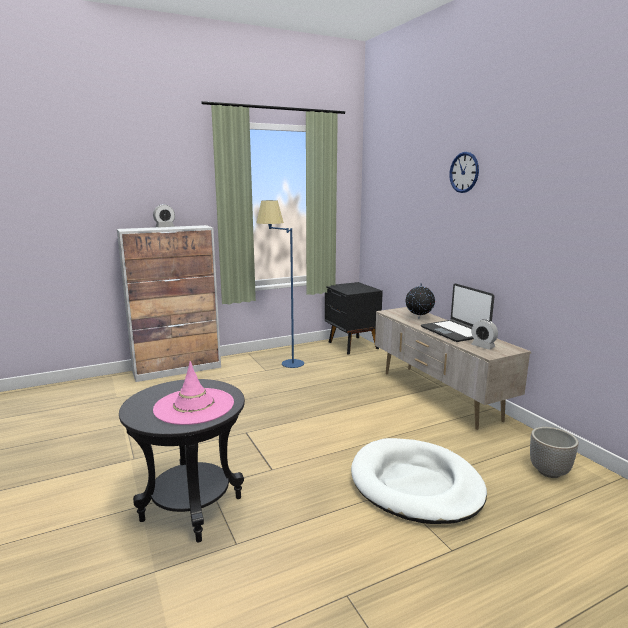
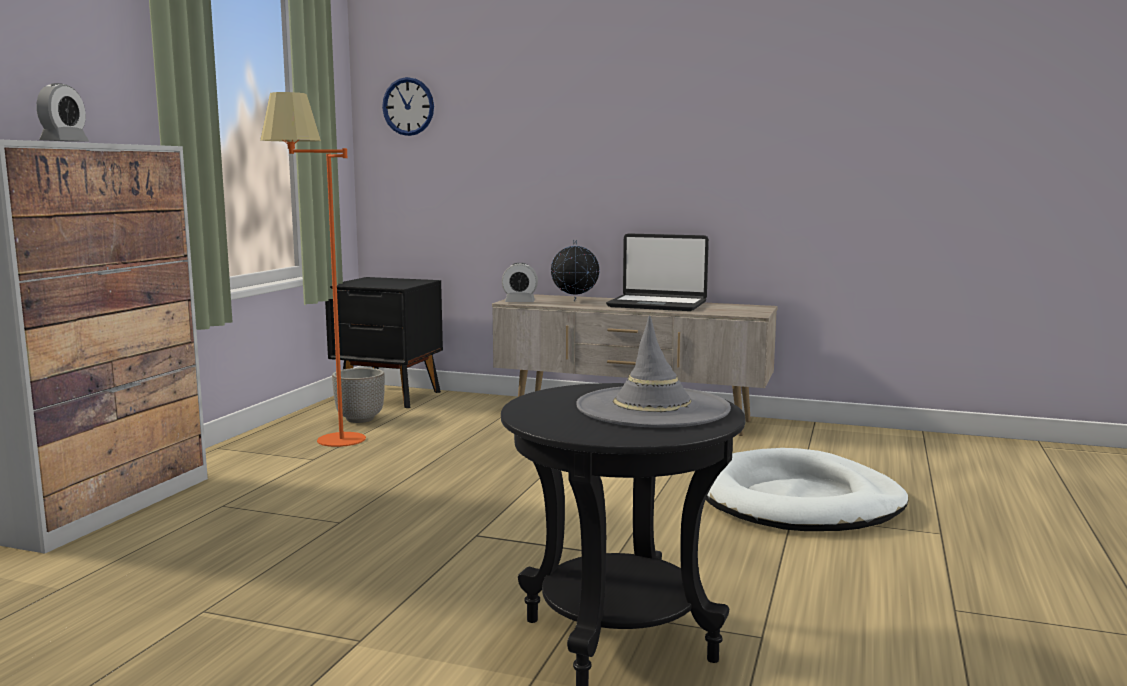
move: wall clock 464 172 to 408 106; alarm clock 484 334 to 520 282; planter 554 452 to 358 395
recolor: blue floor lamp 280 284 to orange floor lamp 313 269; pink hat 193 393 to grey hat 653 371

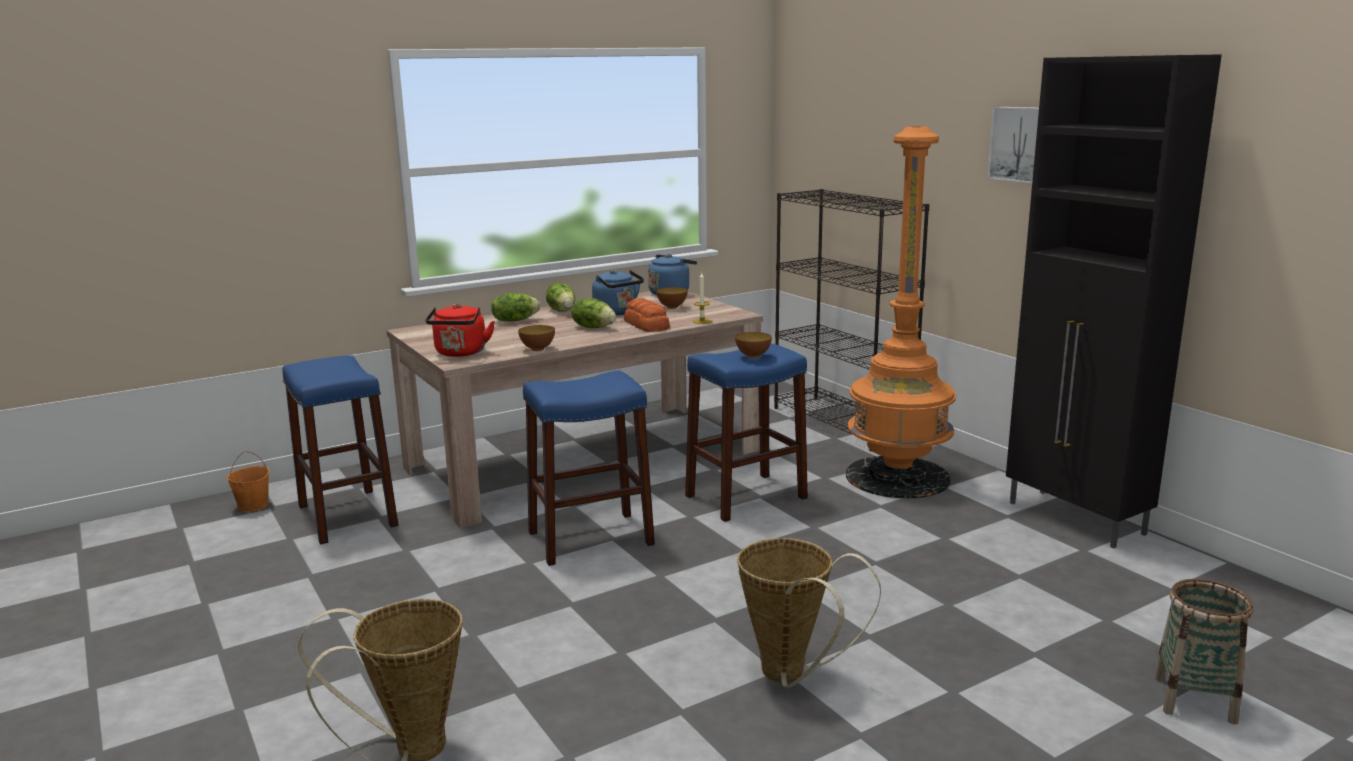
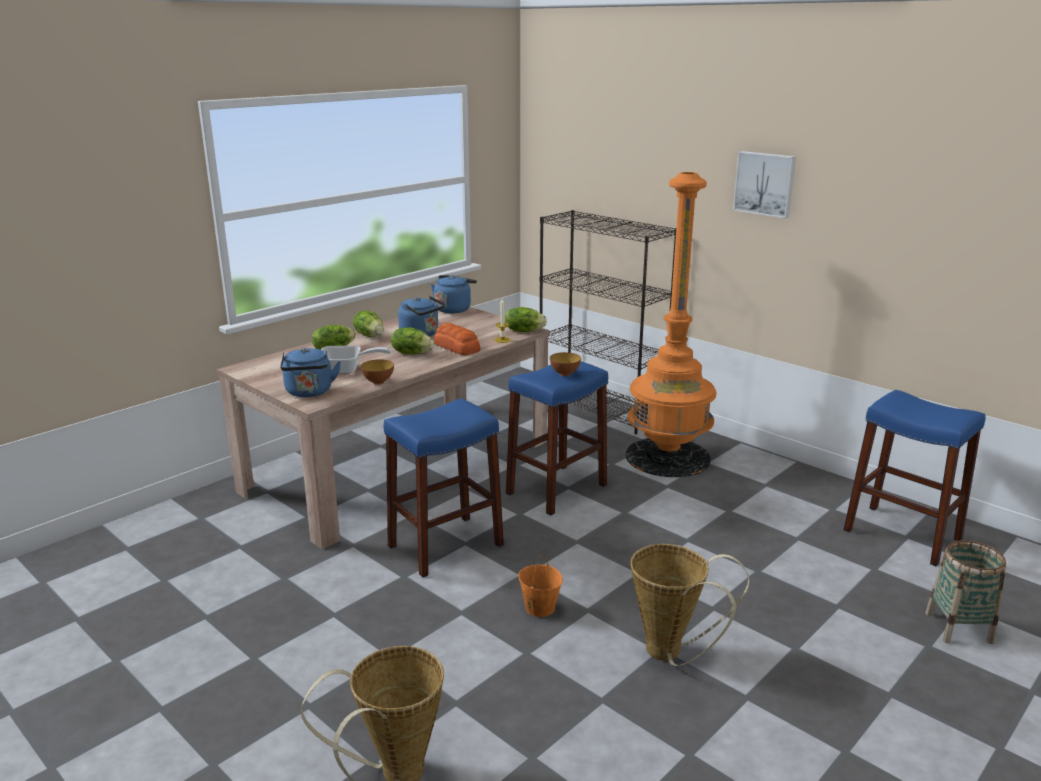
delete: black cabinet 1114 301; bowl 672 298
insert: lettuce 526 319; frying pan 356 360
move: blue stool 340 449 to 914 478; orange bucket 248 481 to 540 585
recolor: red kettle 460 330 to blue kettle 310 372

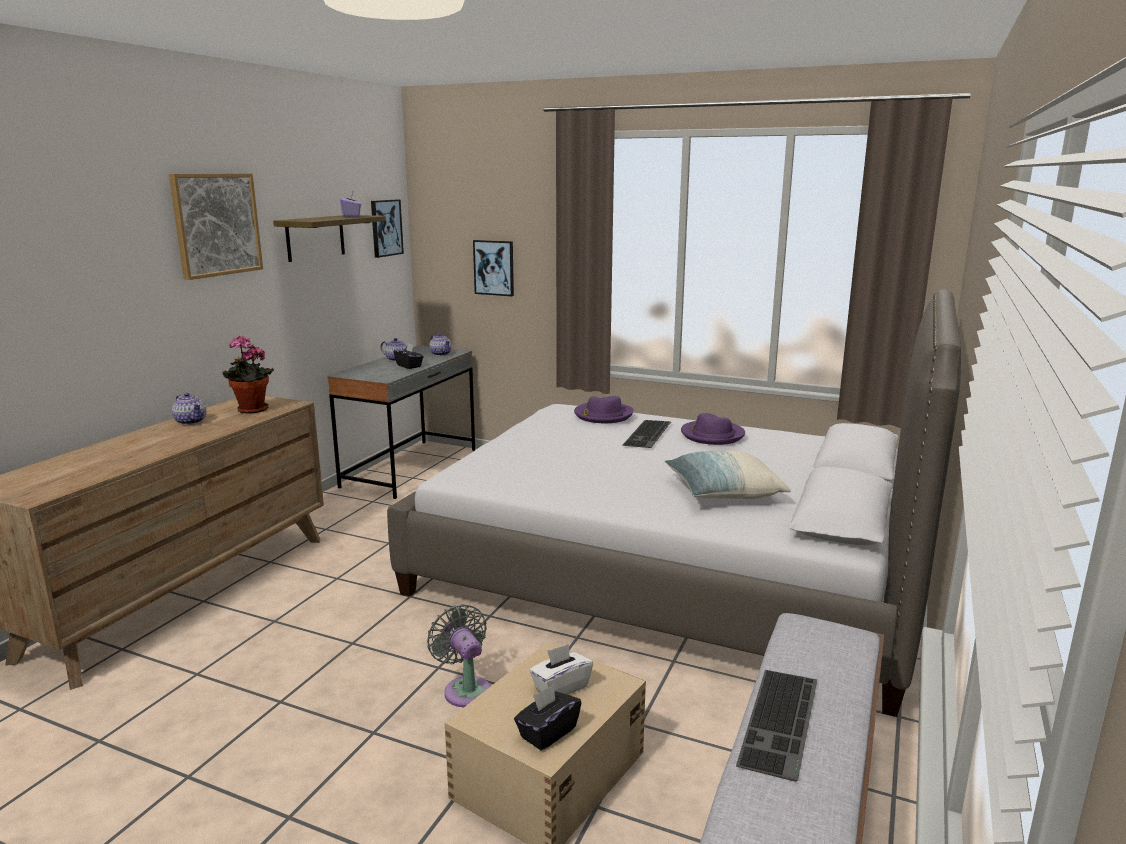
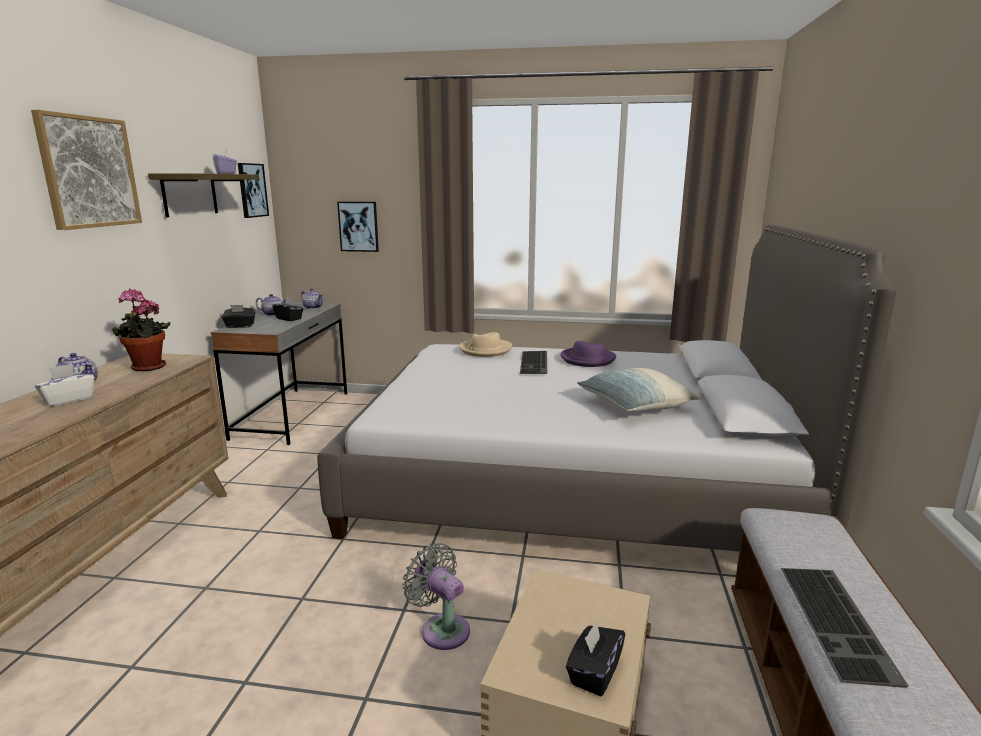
insert: black tissue box 238 316
move: white tissue box 561 669 to 65 385
recolor: purple hat 604 409 to beige hat 485 344

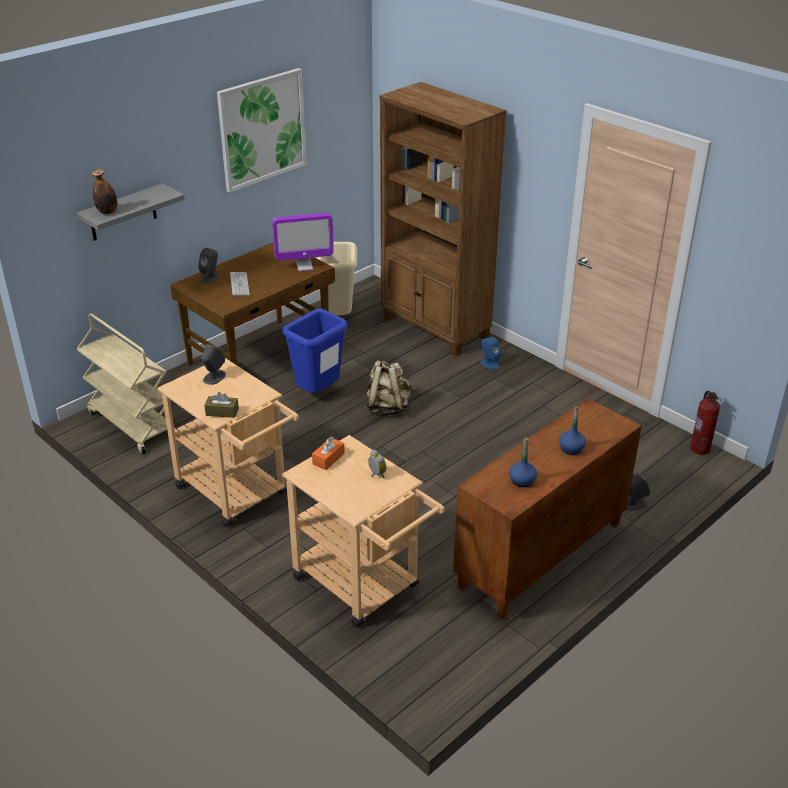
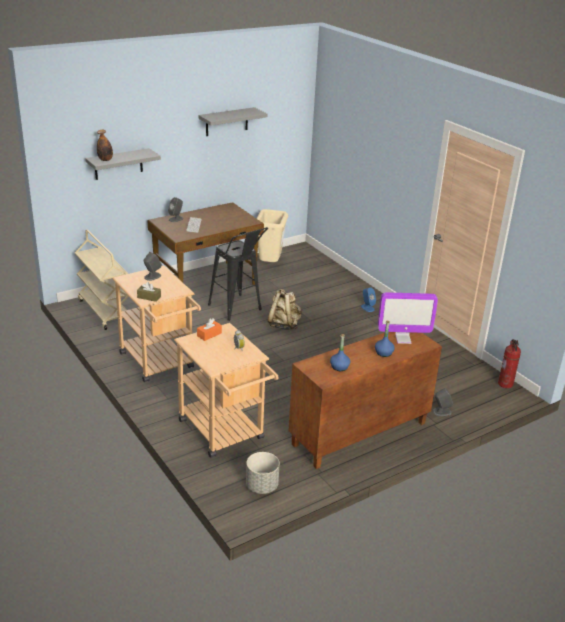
delete: brown bookcase 443 219
insert: grey planter 263 473
move: monitor 303 242 to 408 318
replace: picture 262 130 to grey shelf 233 121; blue trash can 314 350 to black stool 238 274

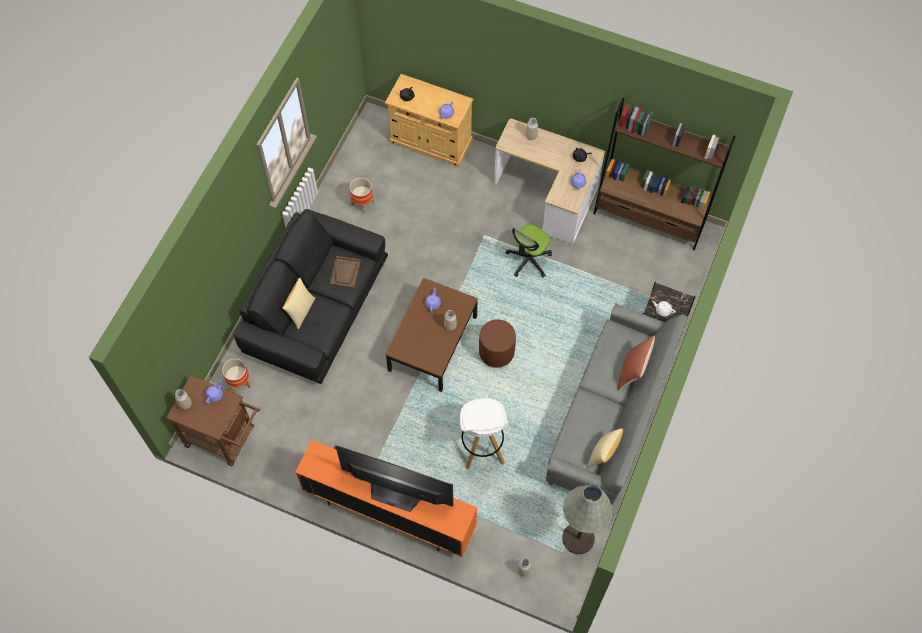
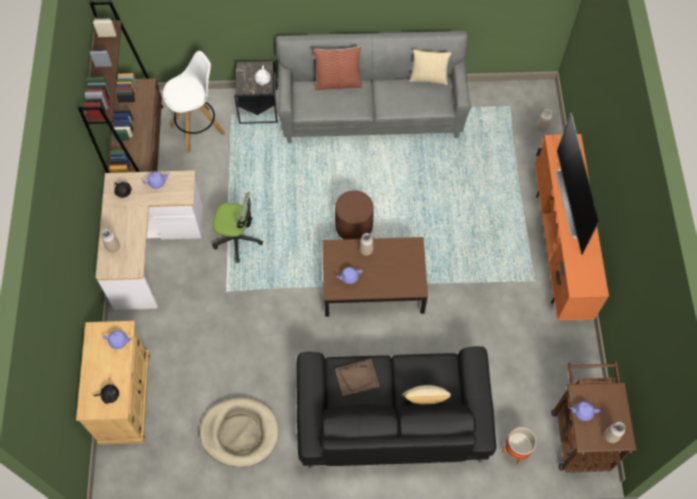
delete: grey floor lamp 587 519
move: white stool 484 433 to 194 102
replace: planter 361 196 to beige dog bed 239 432

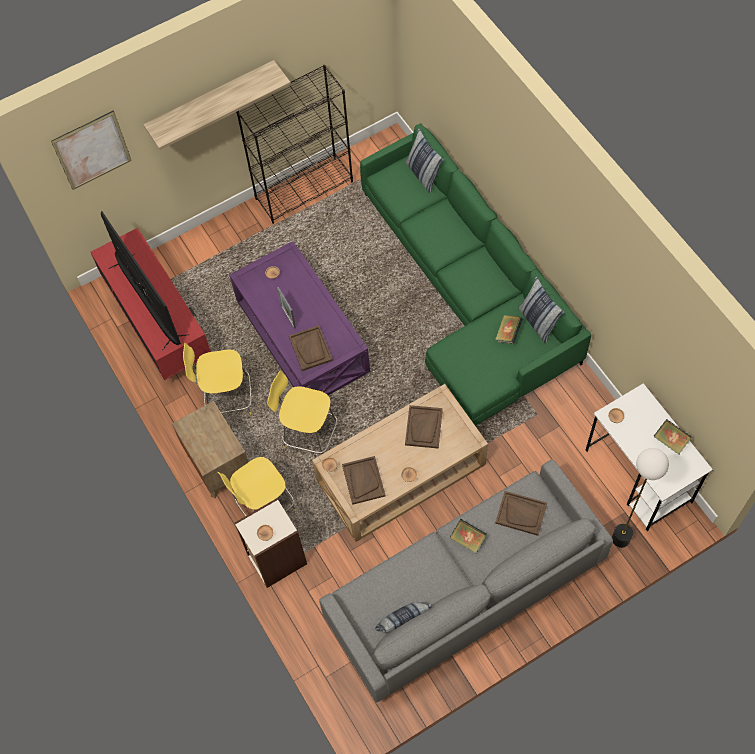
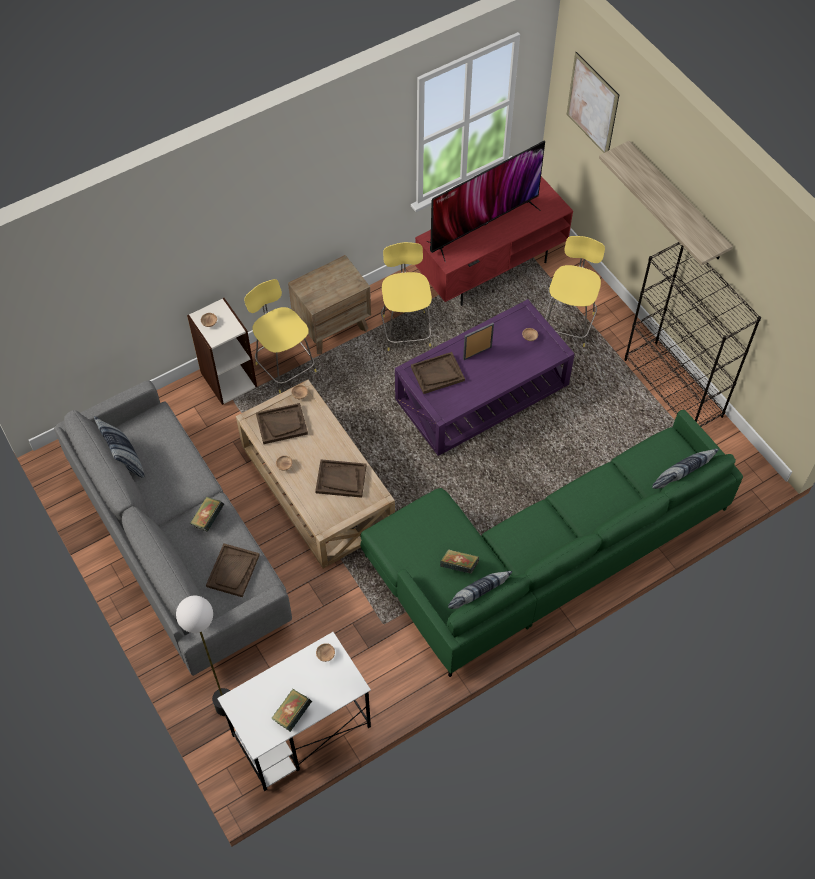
move: yellow stool 302 412 to 575 291

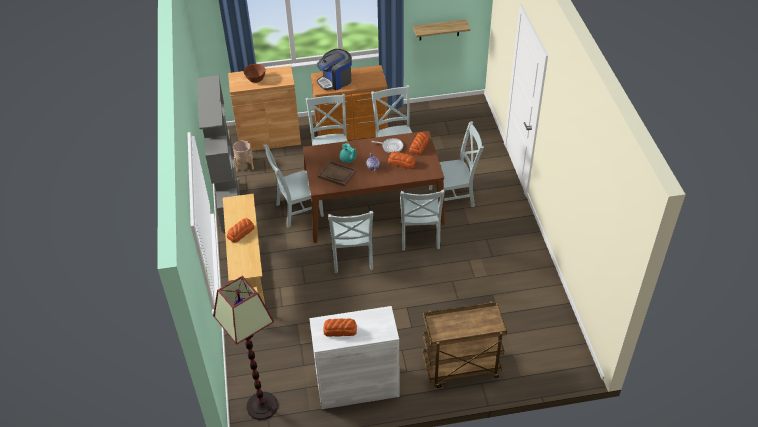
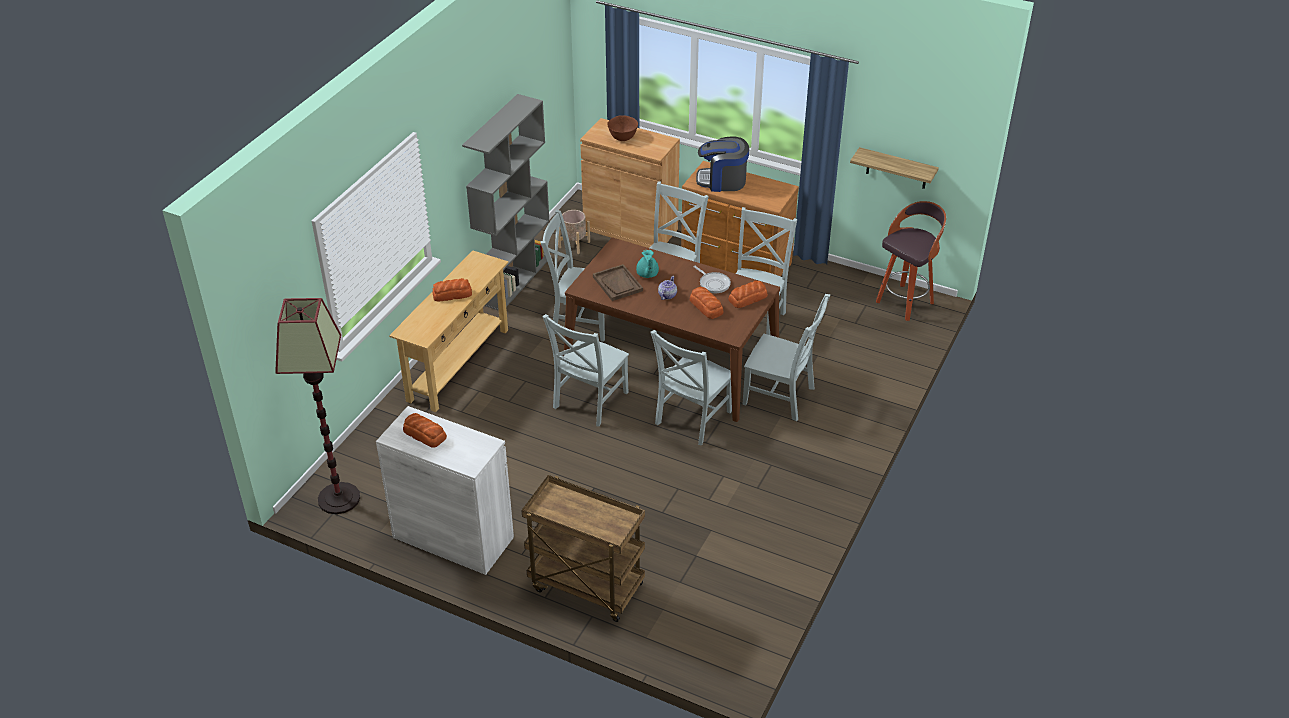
insert: stool 911 261

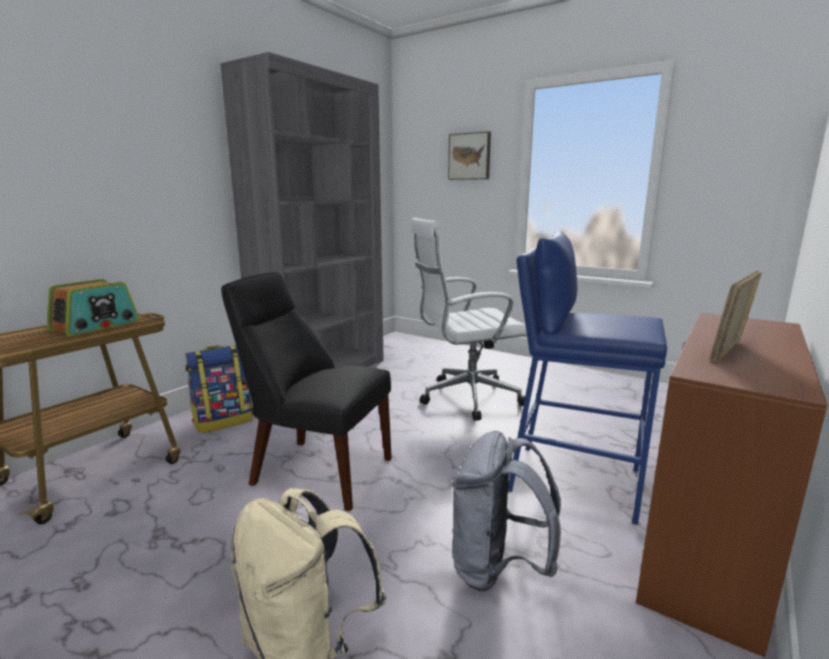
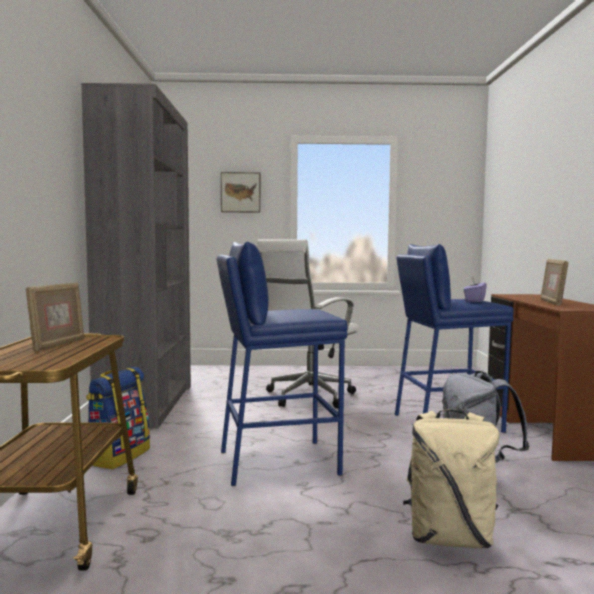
insert: purple tissue box 475 289
replace: black chair 306 392 to blue stool 282 364; radio 93 307 to picture frame 55 317

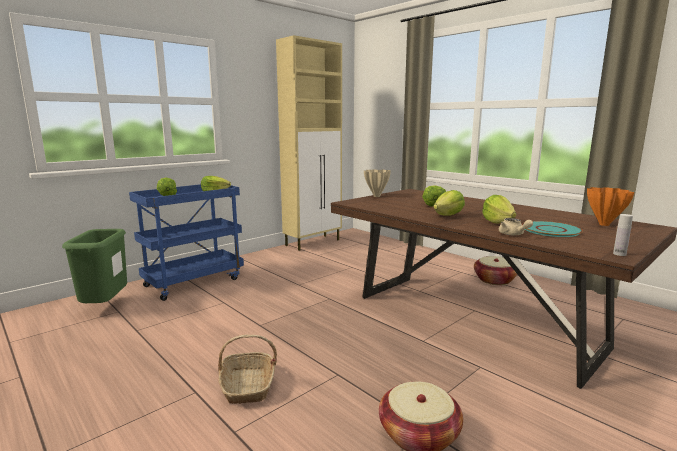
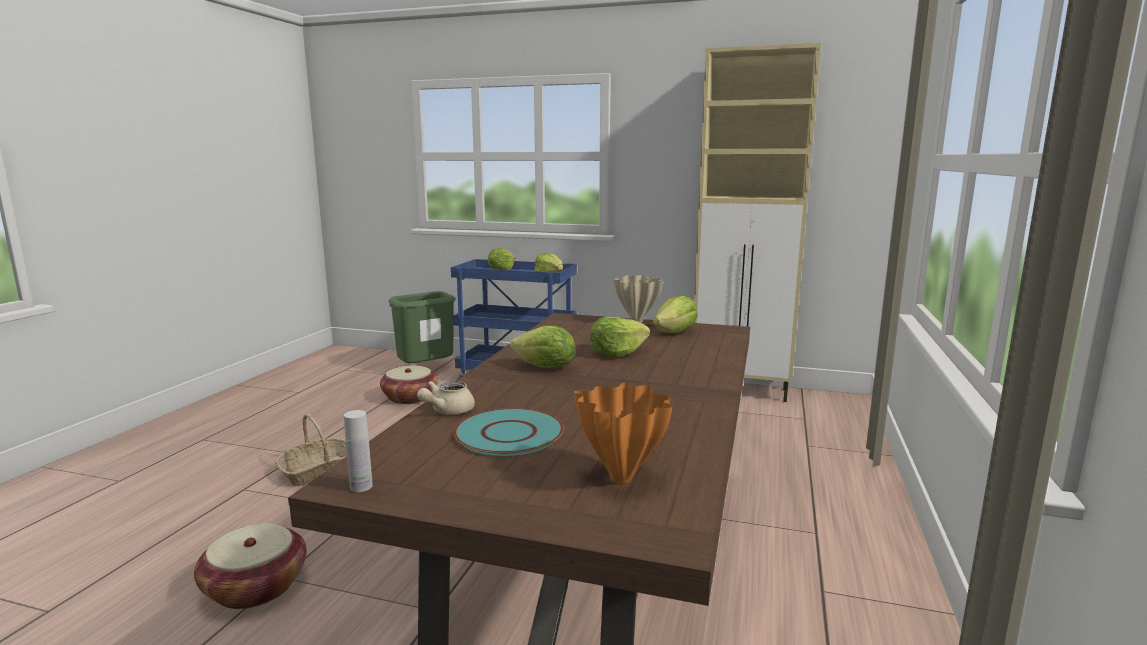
move: lettuce 499 209 to 675 314; basket 495 270 to 409 385

